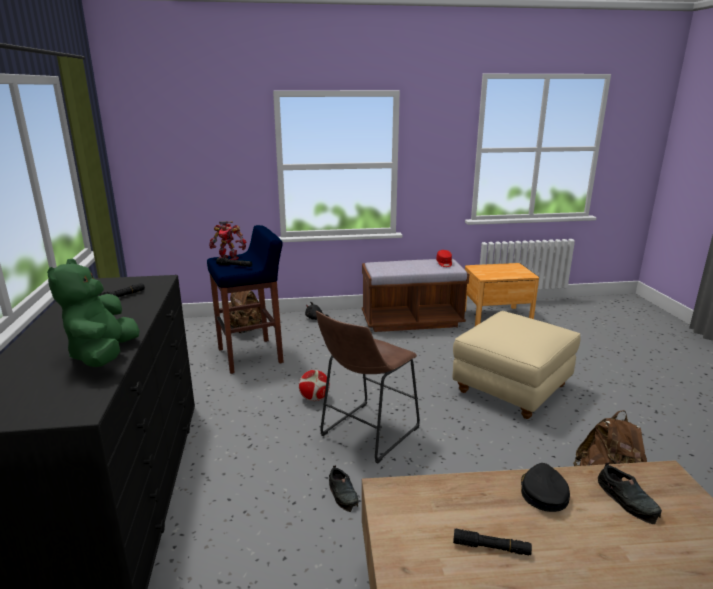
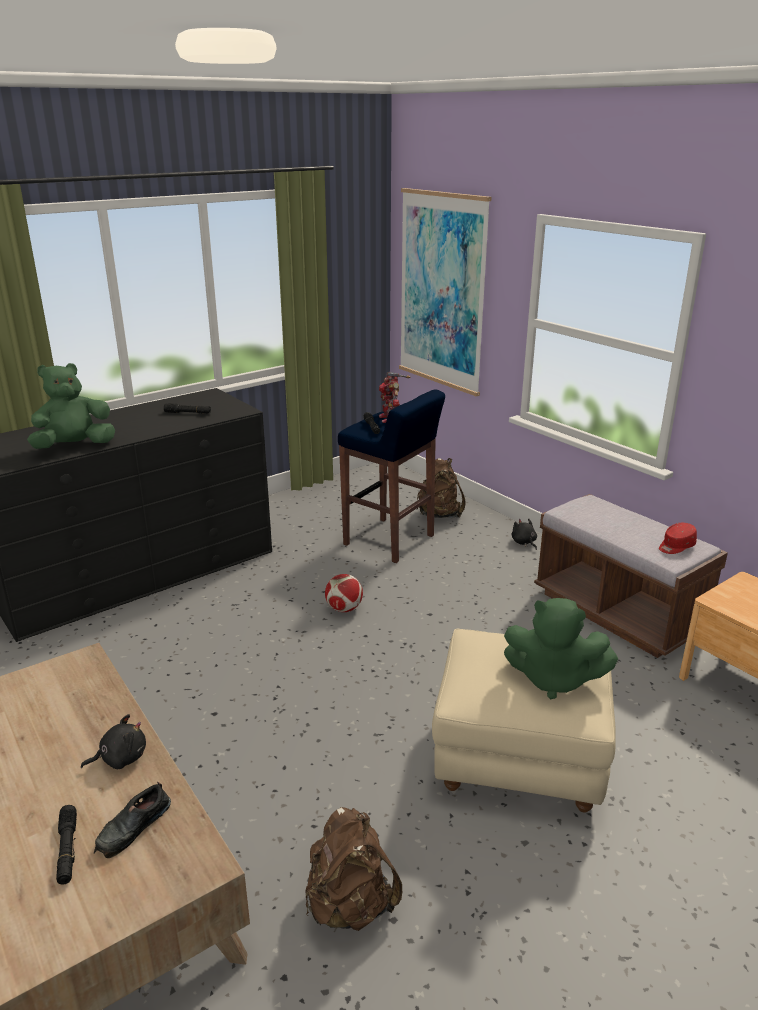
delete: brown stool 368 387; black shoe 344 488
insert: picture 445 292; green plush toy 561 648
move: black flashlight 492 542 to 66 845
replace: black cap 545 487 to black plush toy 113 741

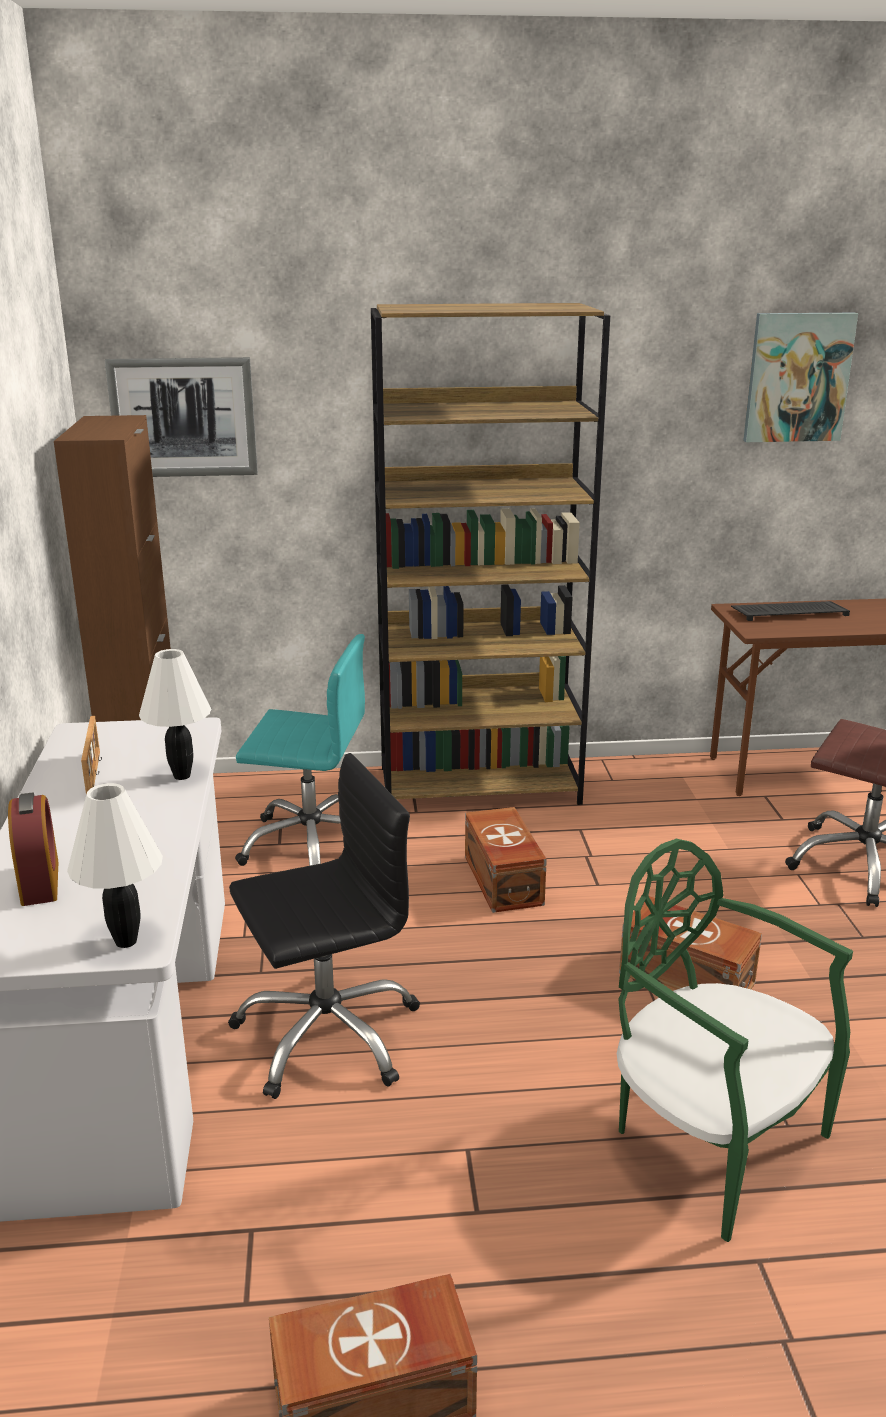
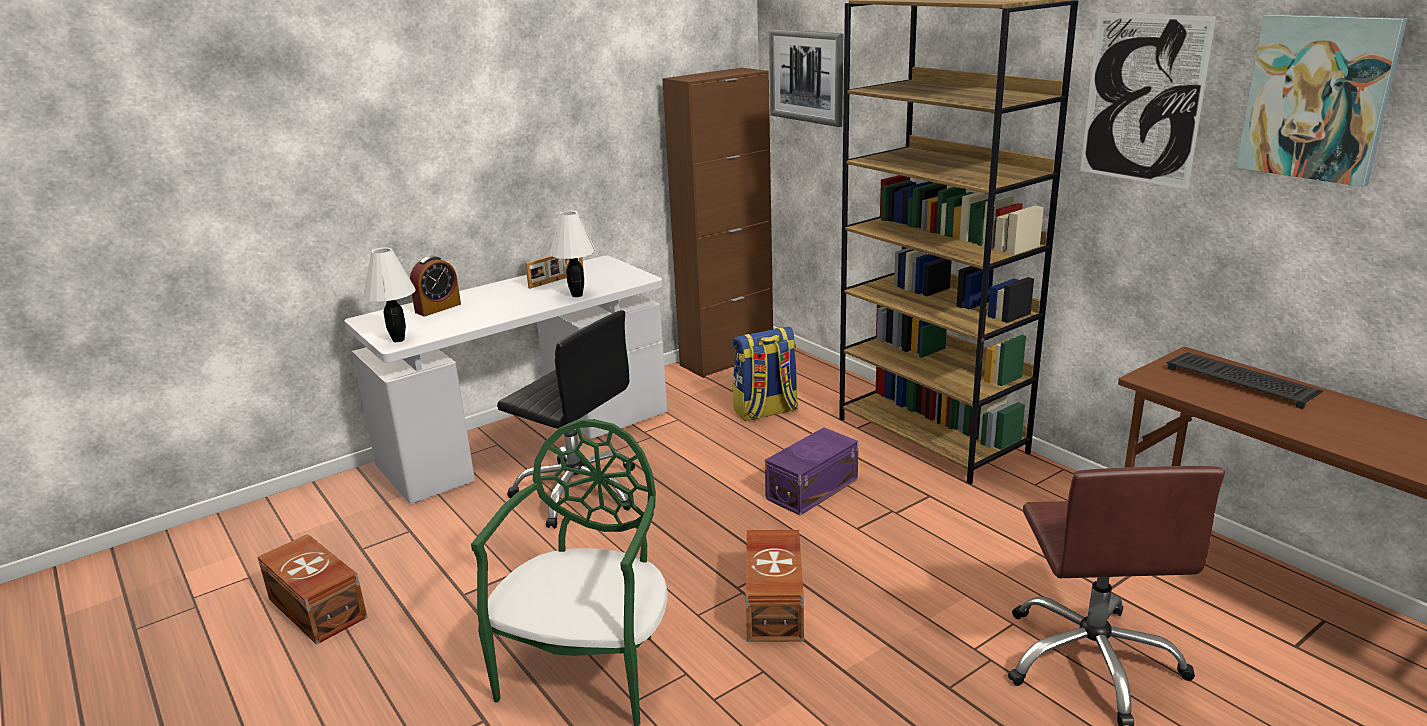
insert: picture 1148 101
replace: turquoise office chair 300 750 to backpack 765 374
recolor: brown storage box 506 860 to purple storage box 812 471

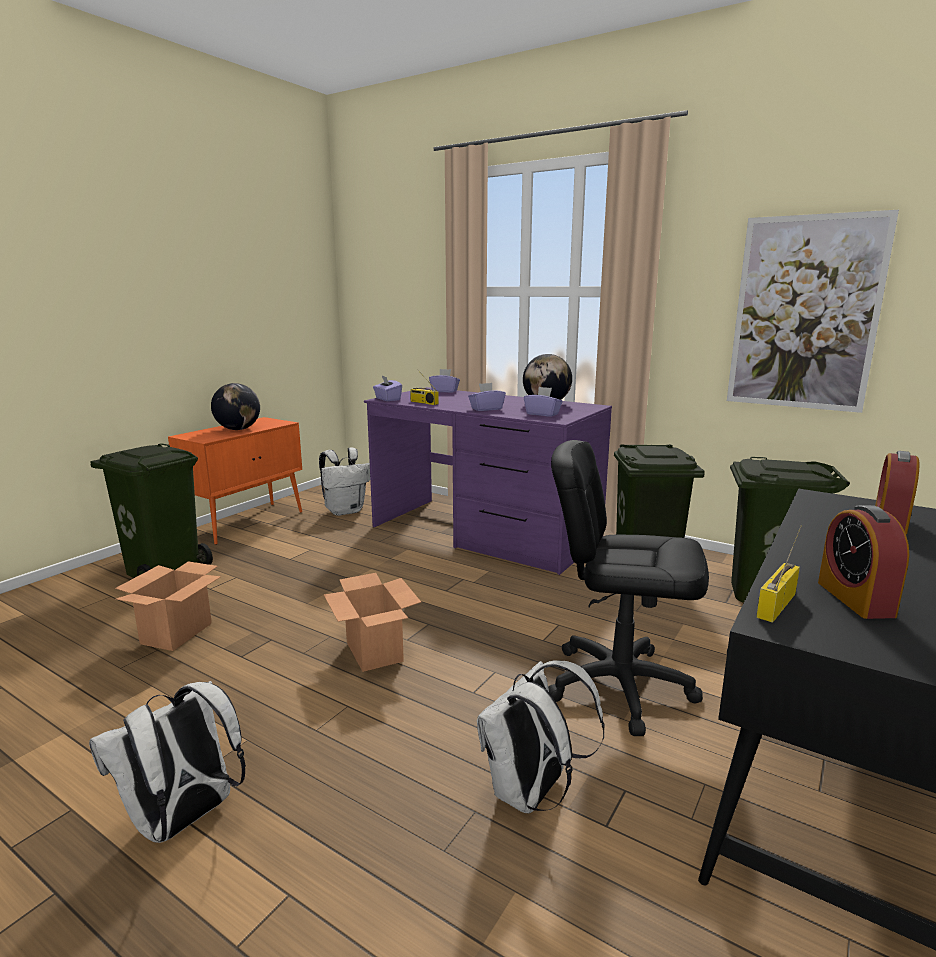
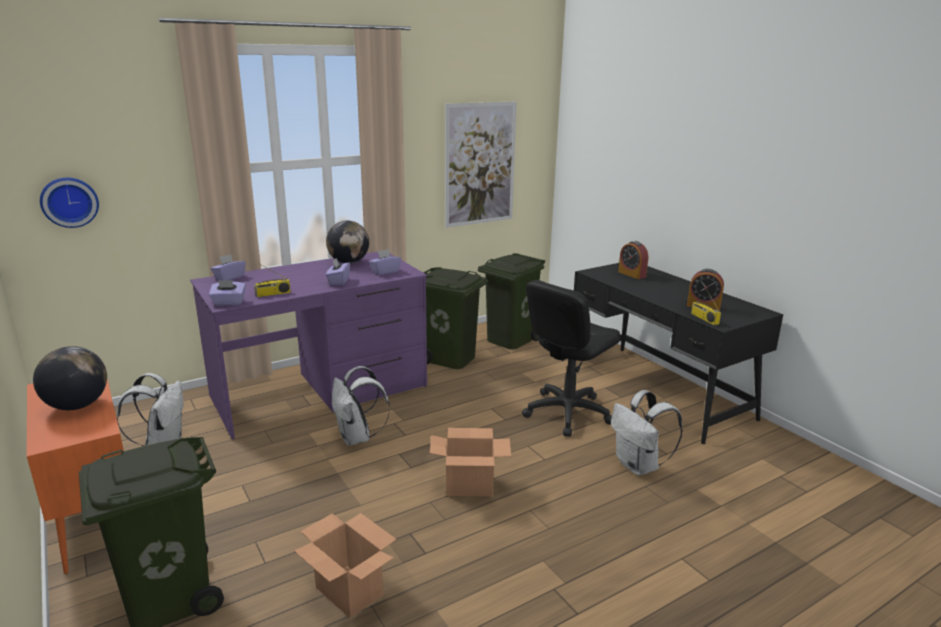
insert: wall clock 69 203
move: white backpack 167 762 to 361 406

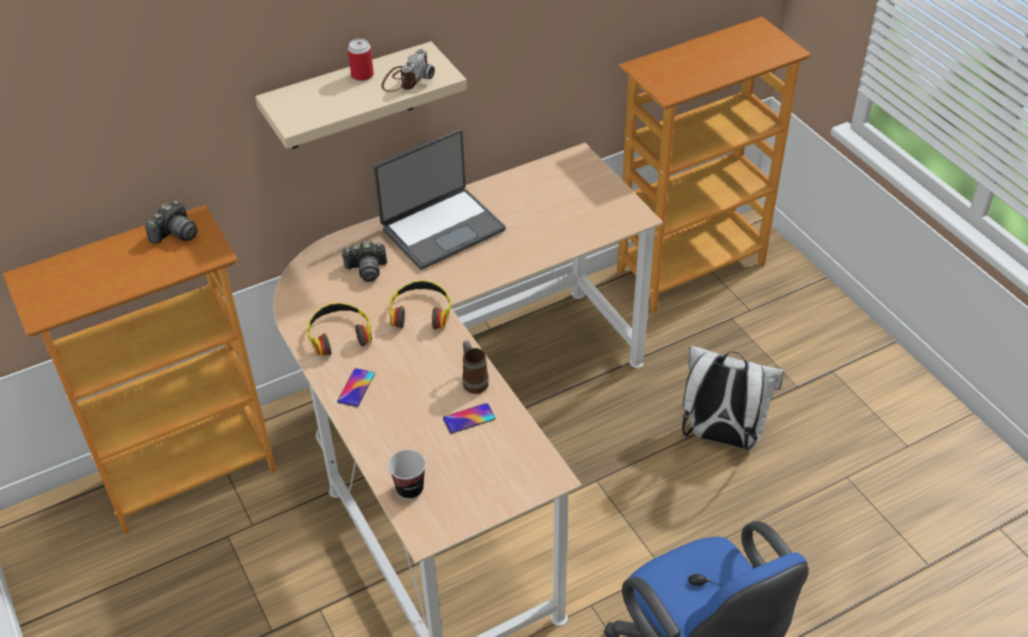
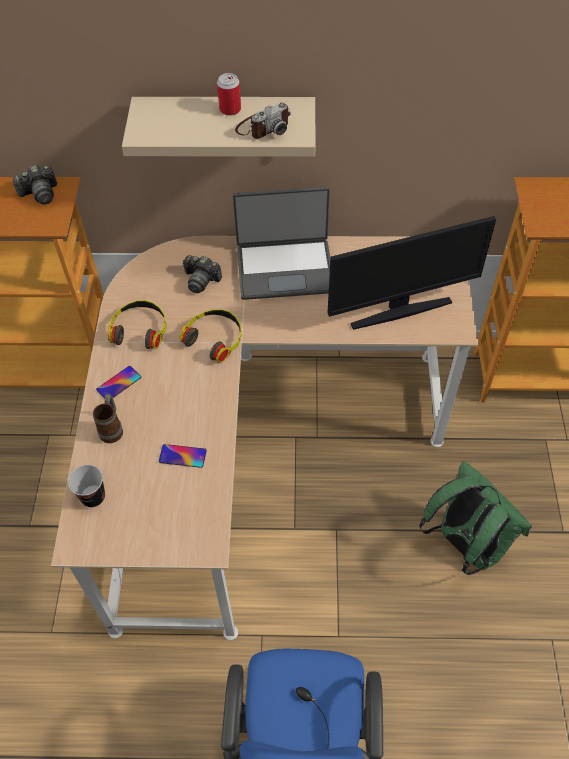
insert: monitor 411 273
move: mug 475 367 to 108 418
recolor: white backpack 733 398 to green backpack 475 518

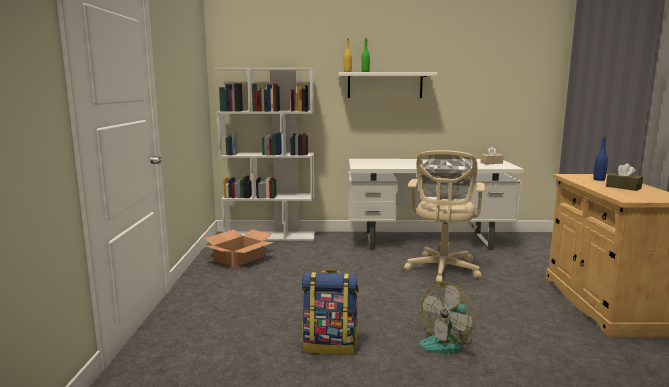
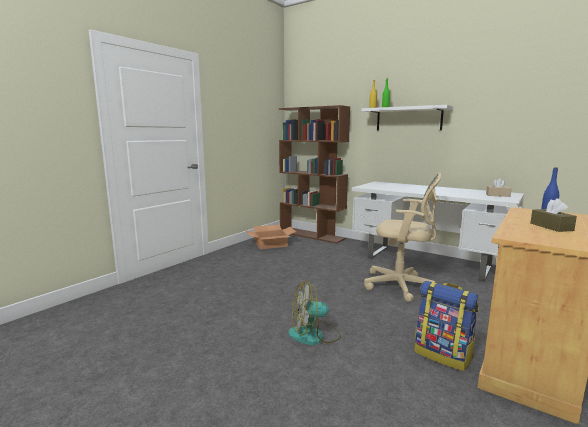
move: backpack 330 312 to 446 326
recolor: white bookcase 264 154 to brown bookcase 314 174
rotate: beige office chair 444 217 = 402 237 120 degrees counterclockwise

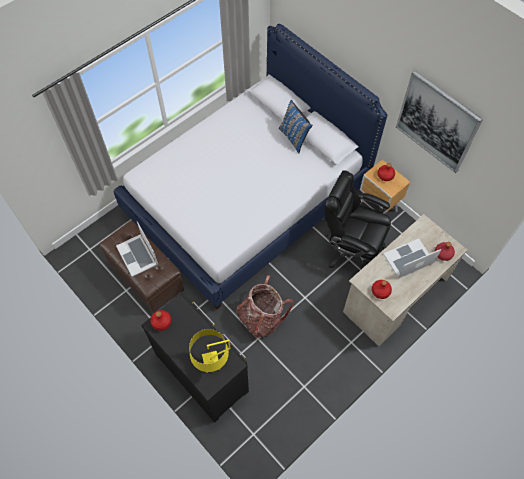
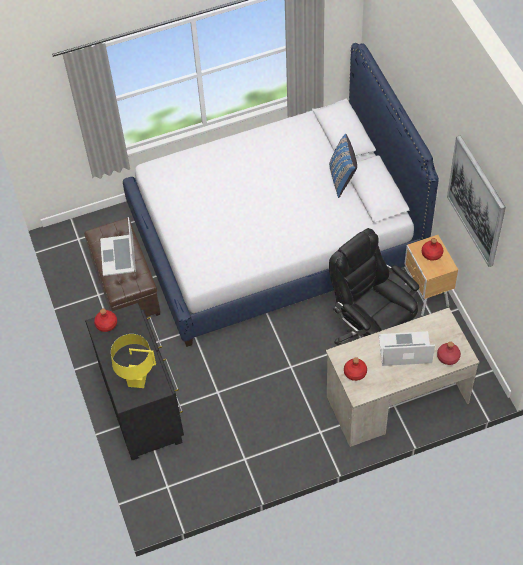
delete: backpack 265 306

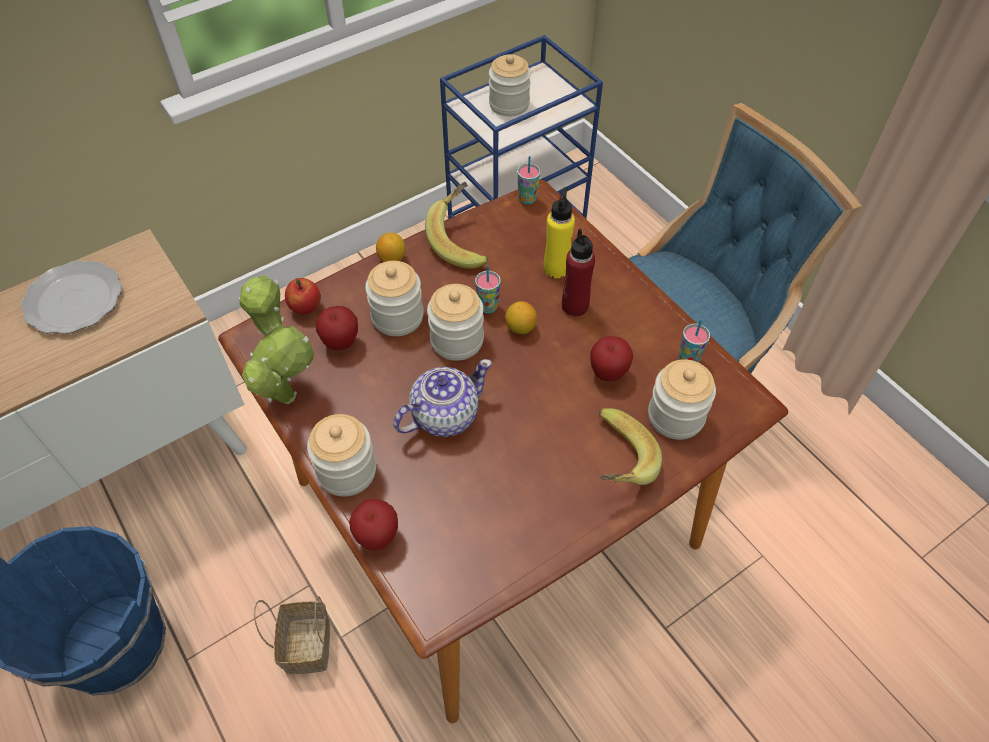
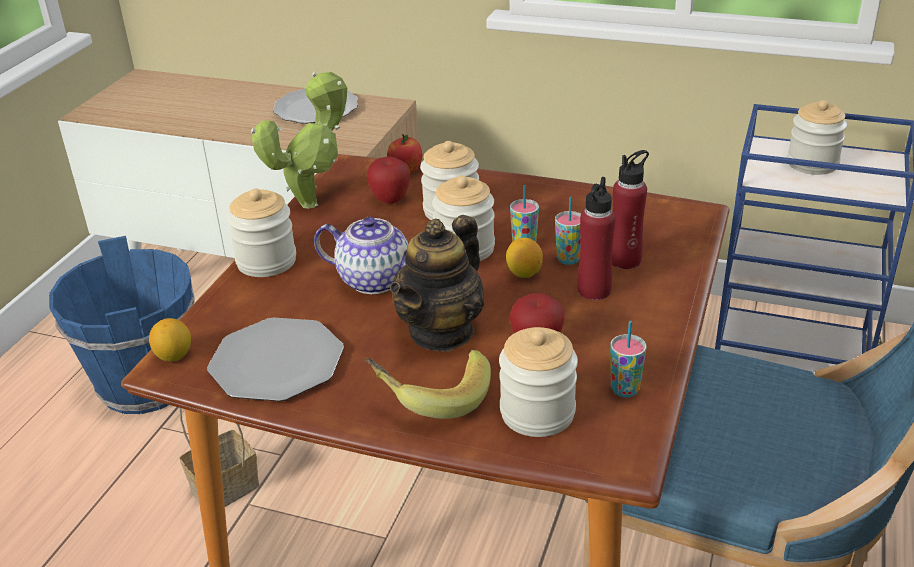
delete: banana 456 225; apple 373 525
insert: teapot 437 283; plate 275 359
move: cup 528 180 to 568 231; lemon 391 247 to 170 340
recolor: yellow bottle 559 232 to red bottle 630 209

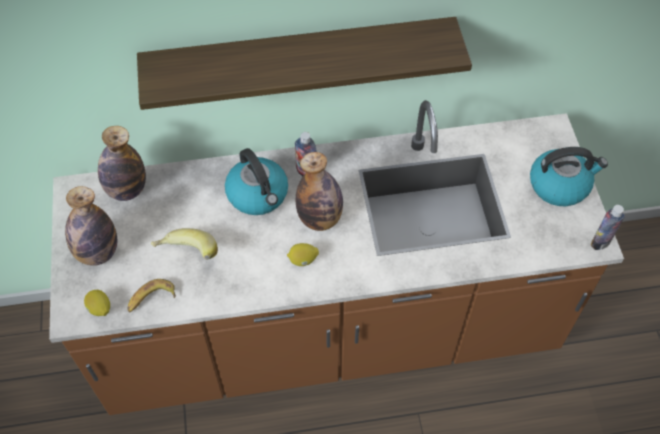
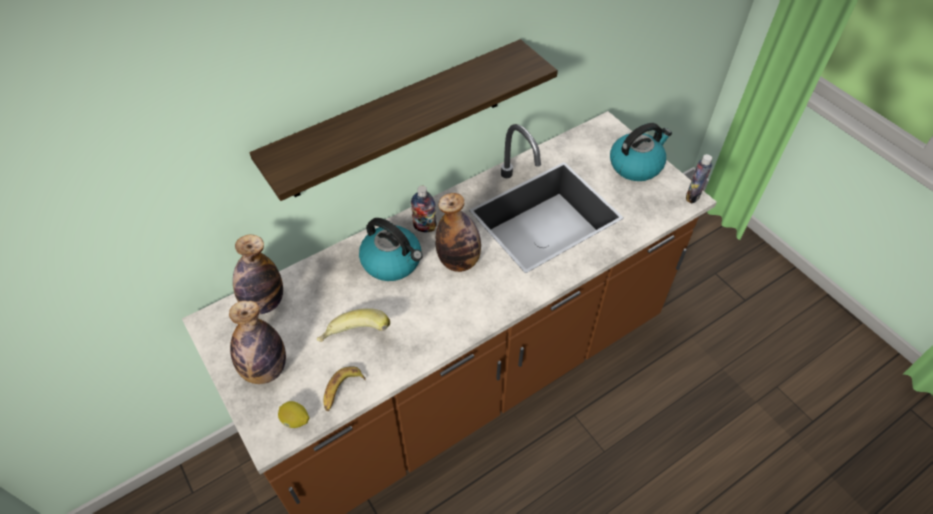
delete: lemon 303 254

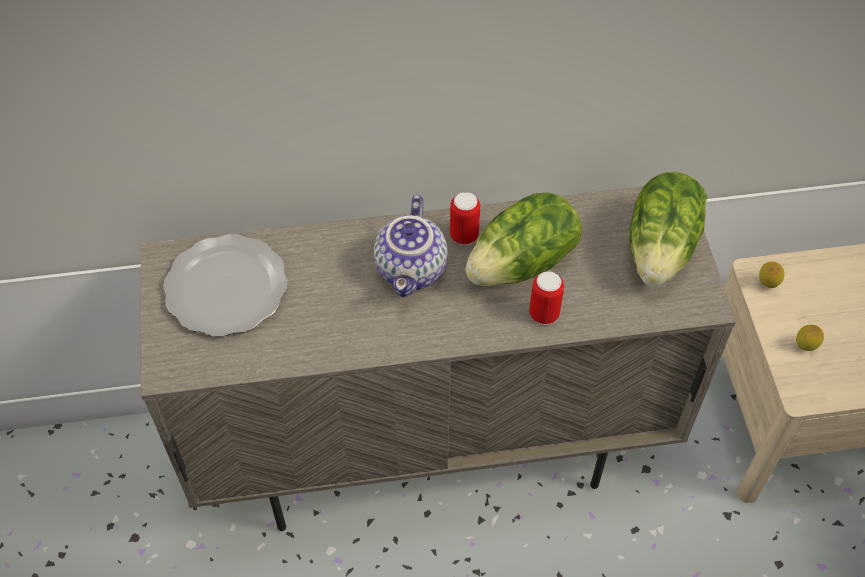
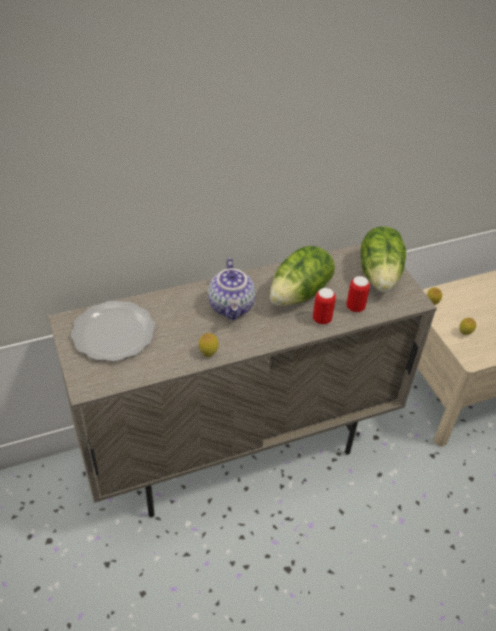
insert: lemon 209 345
move: can 465 218 to 358 294

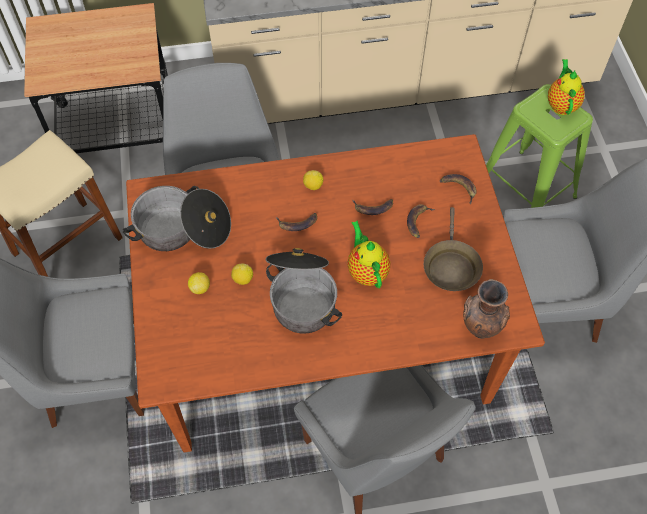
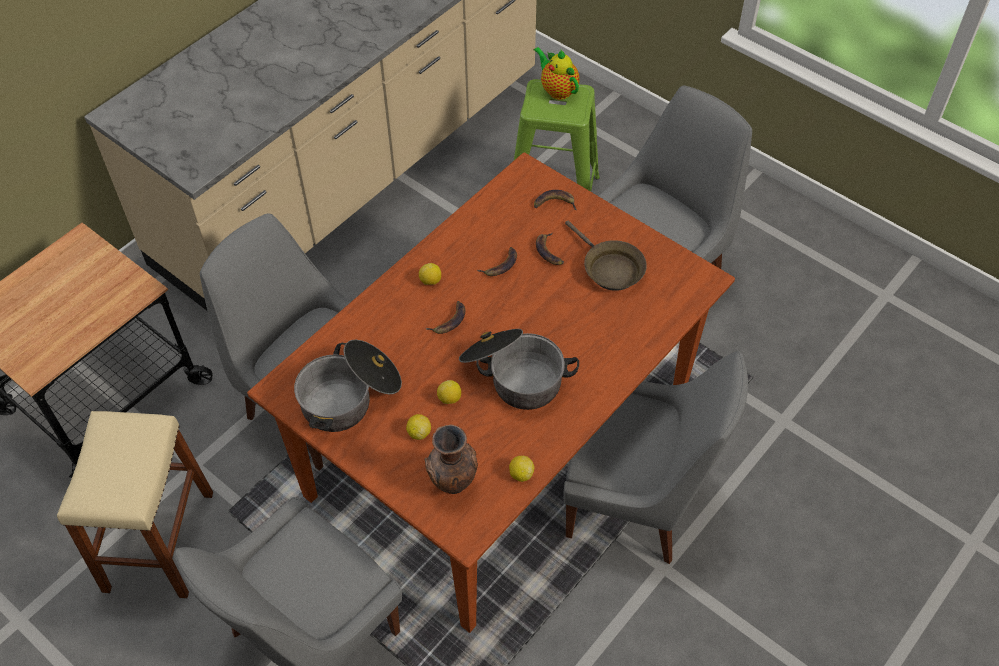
delete: teapot 369 254
insert: lemon 521 469
move: brown vase 486 309 to 451 459

